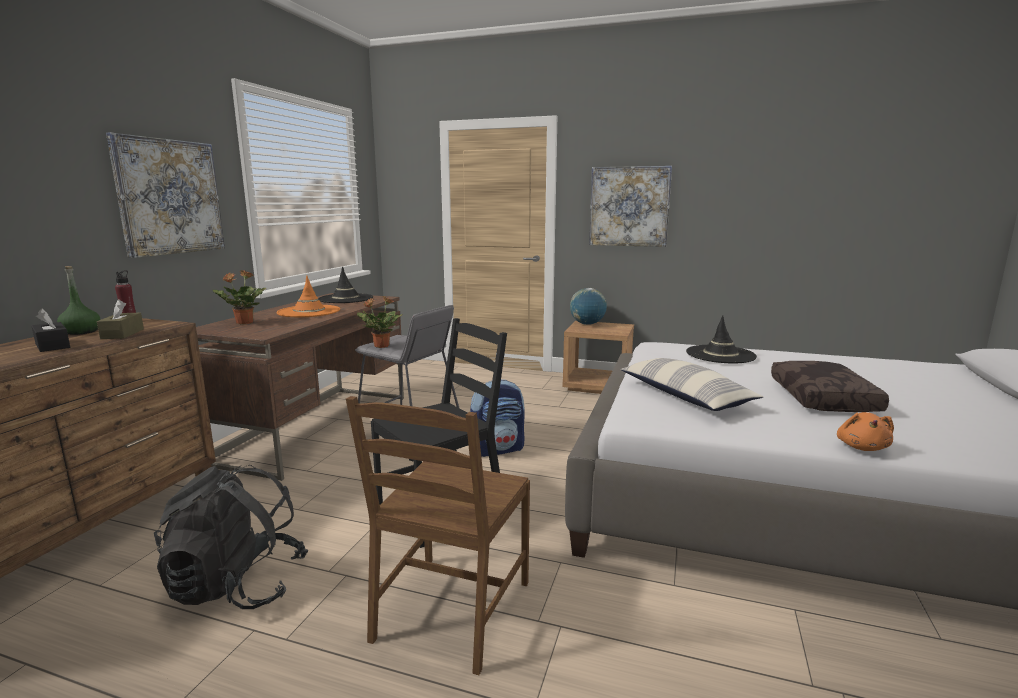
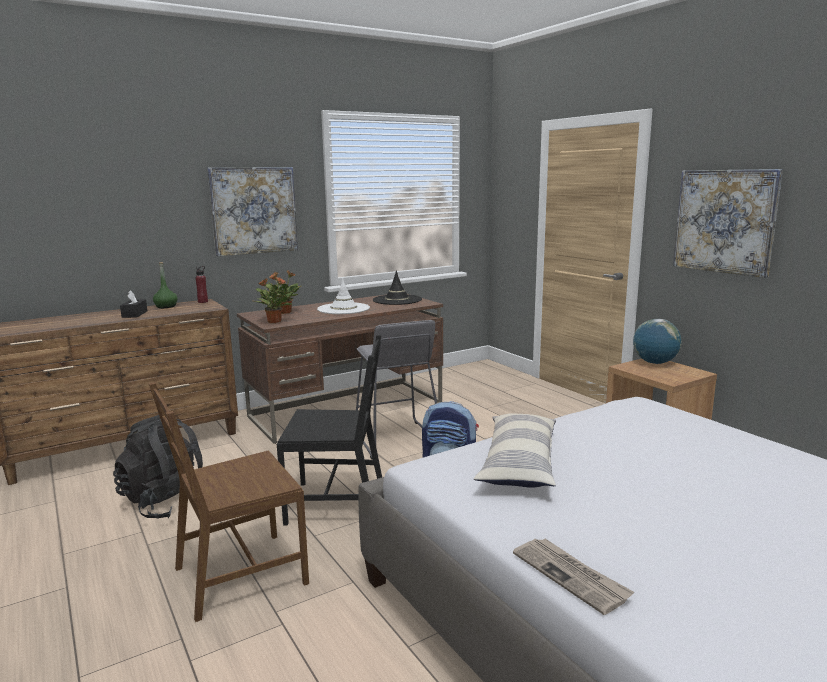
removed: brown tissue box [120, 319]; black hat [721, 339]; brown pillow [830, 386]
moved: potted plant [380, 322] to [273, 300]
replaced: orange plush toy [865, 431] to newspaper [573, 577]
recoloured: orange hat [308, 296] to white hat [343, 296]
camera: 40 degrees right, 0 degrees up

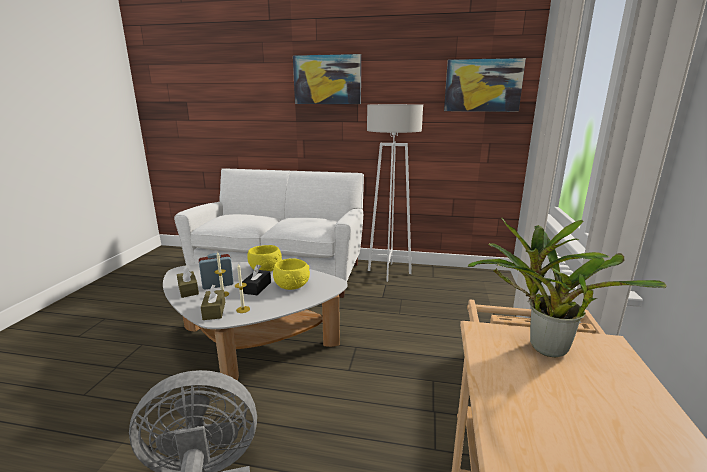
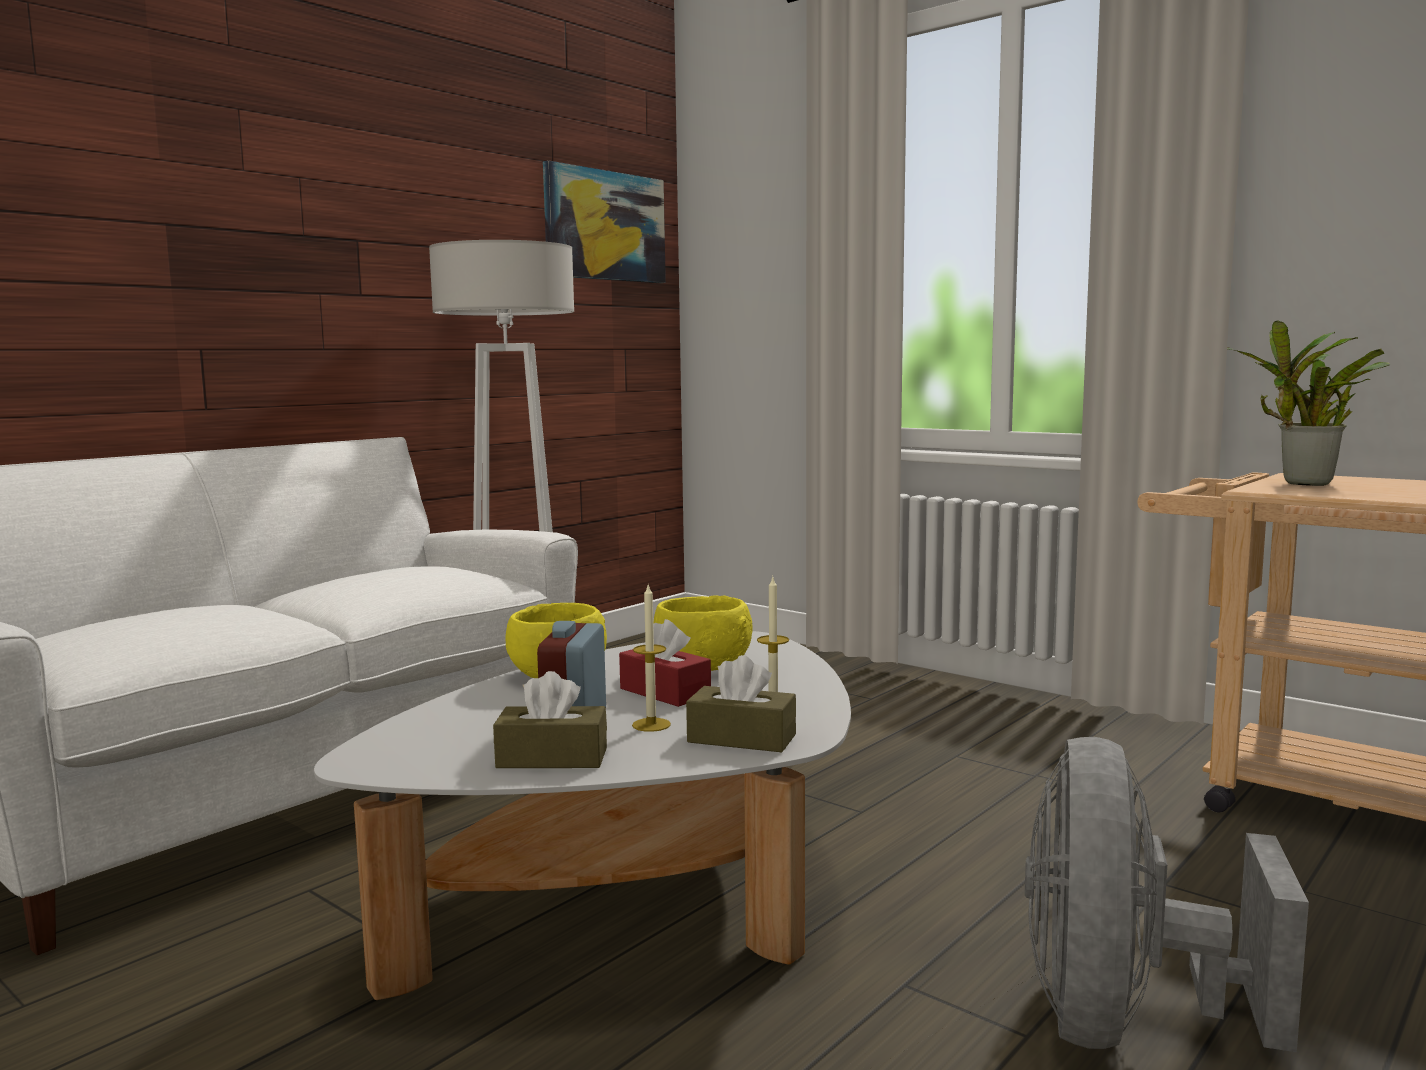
removed: picture [327, 79]
recoloured: black tissue box [256, 279] to red tissue box [665, 663]
camera: 60 degrees left, 10 degrees down

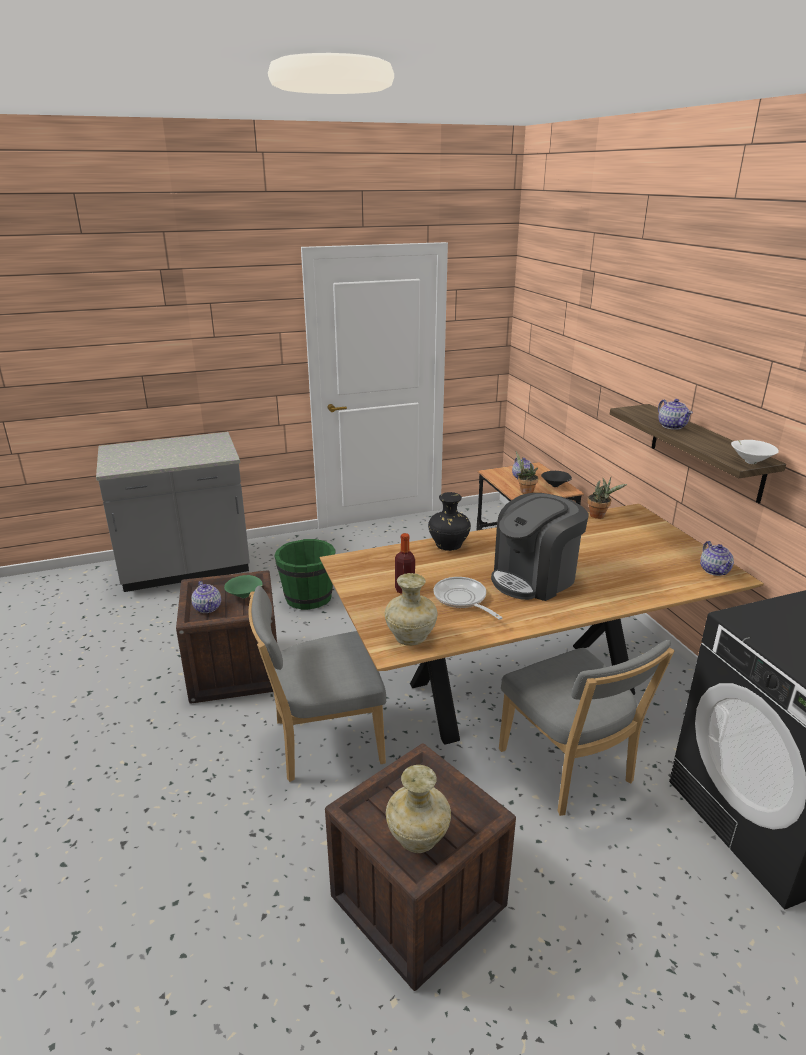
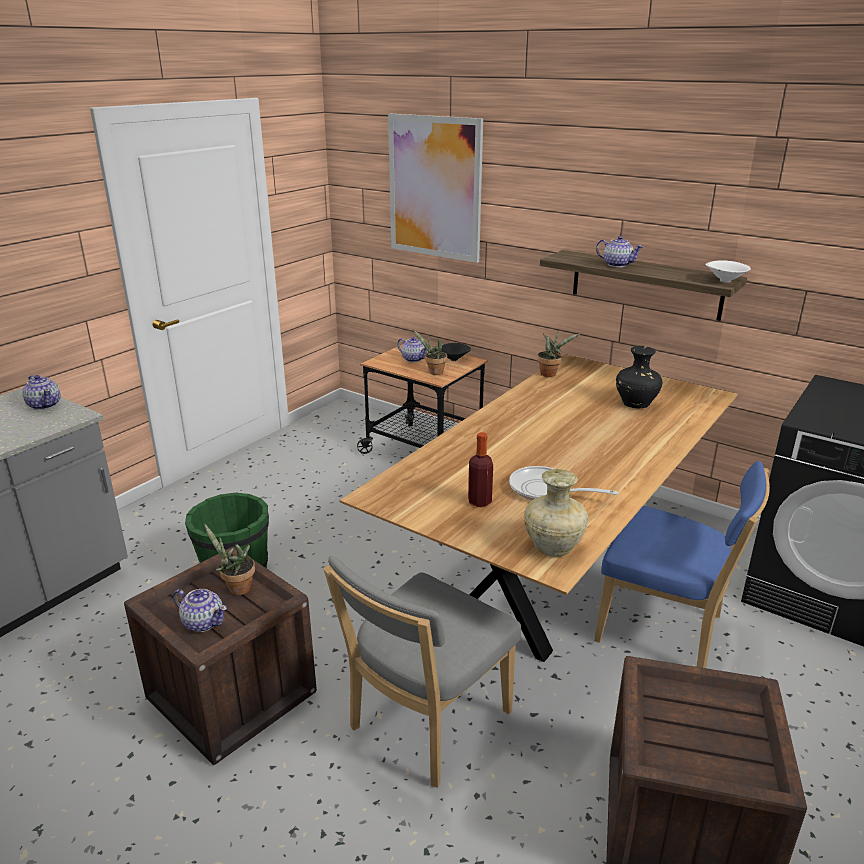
removed: coffee machine [540, 547]; beige vase [418, 809]
added: picture [435, 188]
moved: black vase [449, 521] to [639, 377]; teapot [717, 558] to [41, 392]
replaced: green bowl [243, 586] to potted plant [229, 559]
recoloured: grey chair [587, 728] to blue chair [682, 564]
camera: 35 degrees left, 0 degrees up

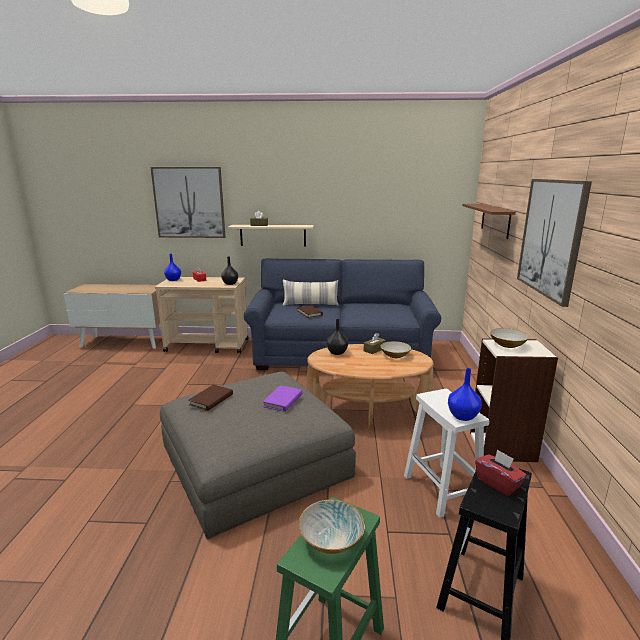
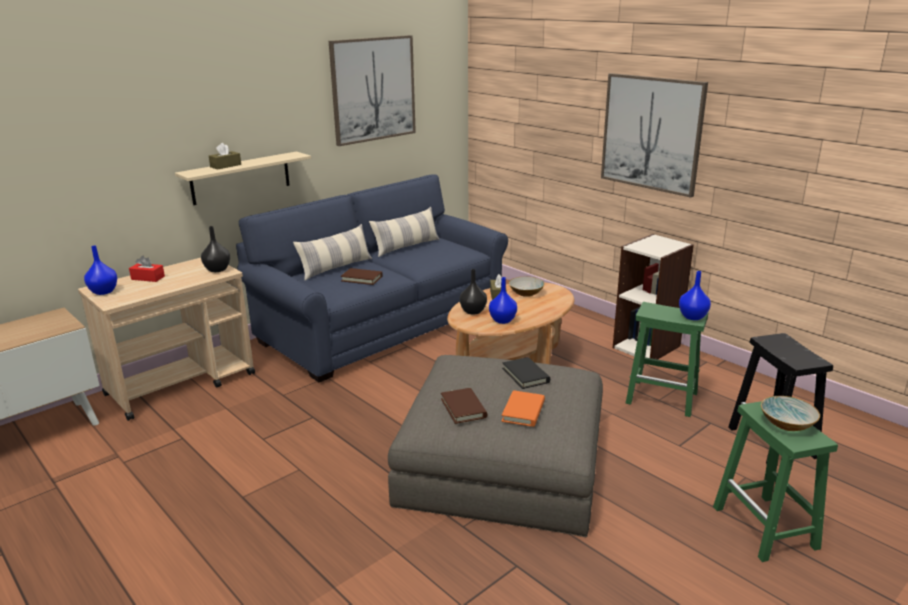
removed: brown shelf [489, 221]; bowl [509, 338]; red tissue box [501, 472]
added: pillow [404, 232]; blue vase [503, 300]; orange book [523, 408]
moved: picture [188, 202] to [372, 90]
recoloured: purple book [282, 398] to black book [526, 373]; white stool [446, 453] to green stool [667, 359]
camera: 45 degrees left, 5 degrees up

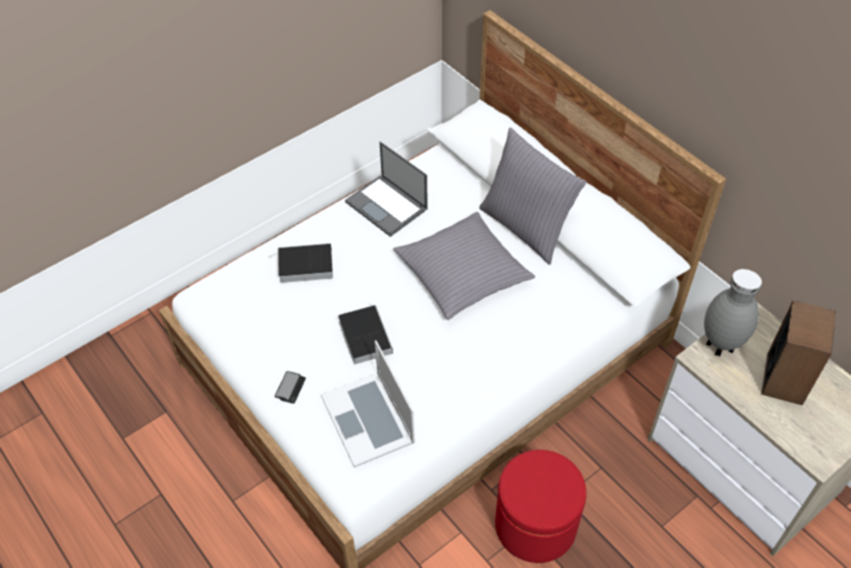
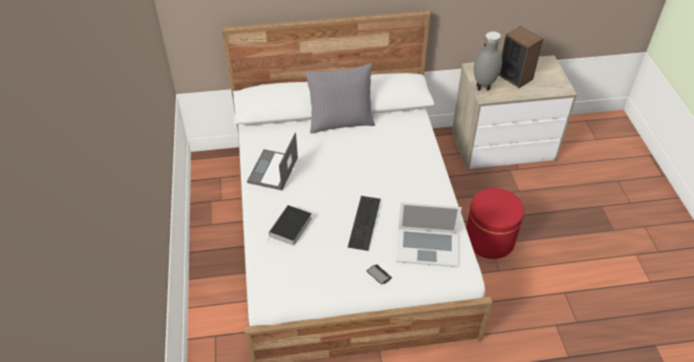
removed: grey pillow [464, 266]
replaced: book [365, 334] to keyboard [364, 223]
turned: laptop [386, 189] = [272, 161] 120 degrees clockwise
camera: 60 degrees left, 5 degrees down

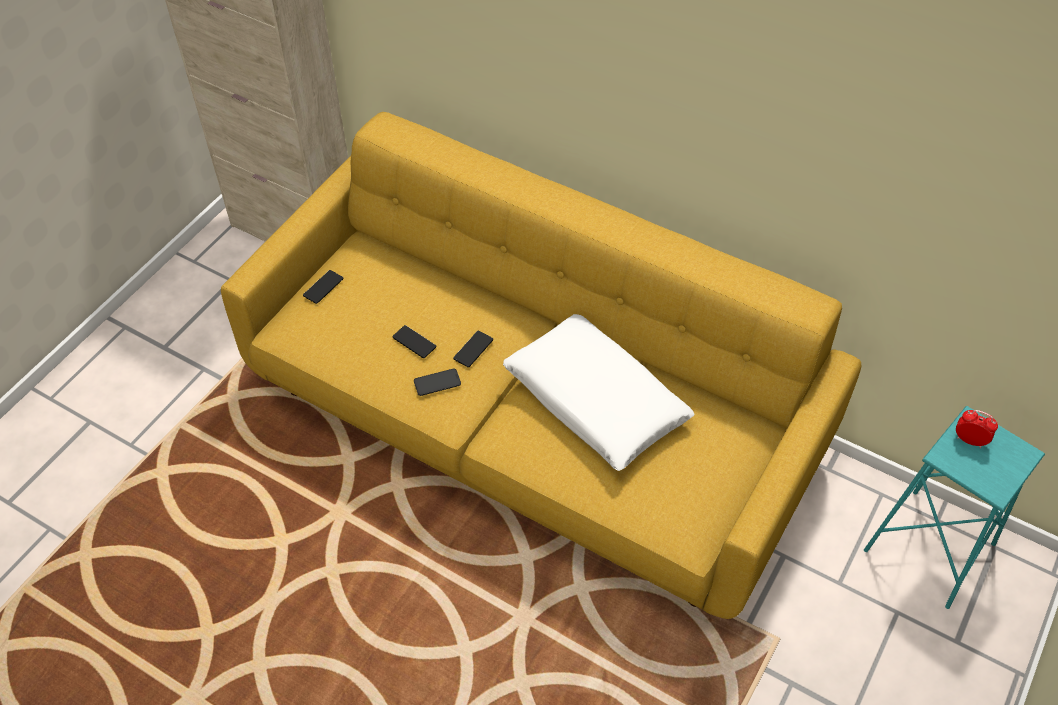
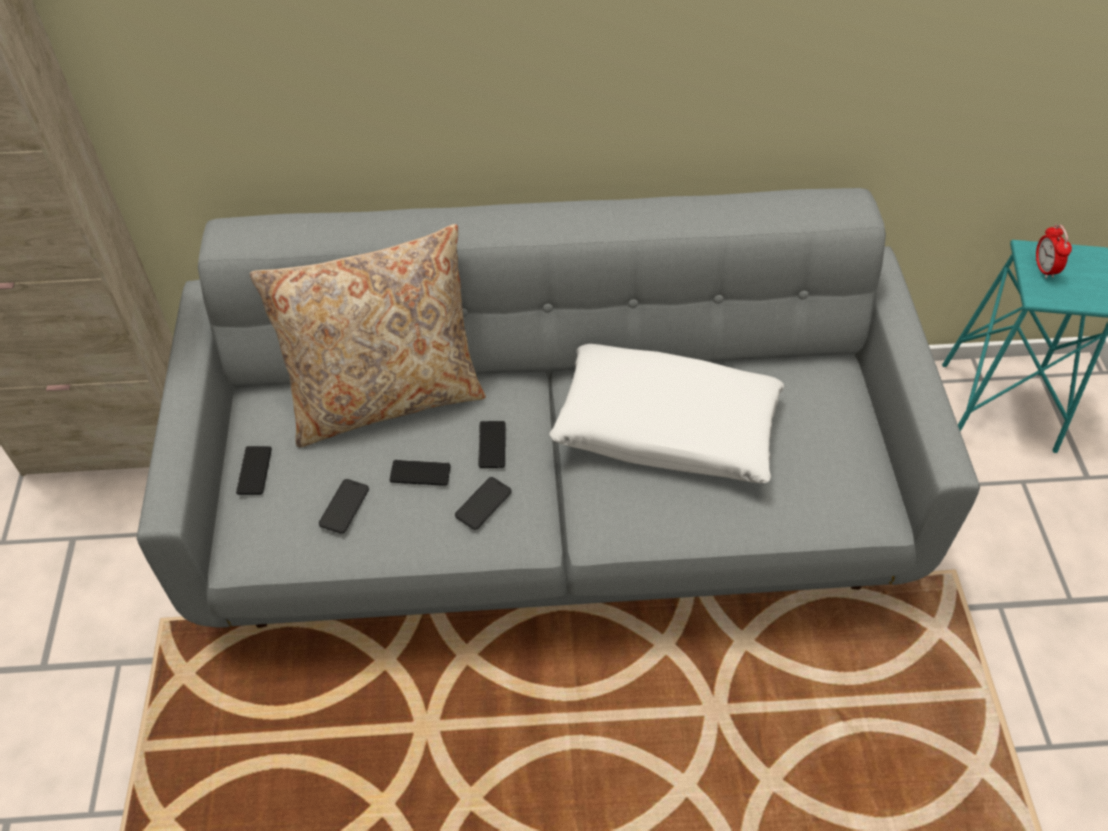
added: beige pillow [368, 336]; phone [344, 506]
recoloured: yellow sofa [541, 365] to grey sofa [558, 408]
turned: alarm clock [977, 429] = [1053, 251] 90 degrees counterclockwise
camera: 35 degrees left, 0 degrees up

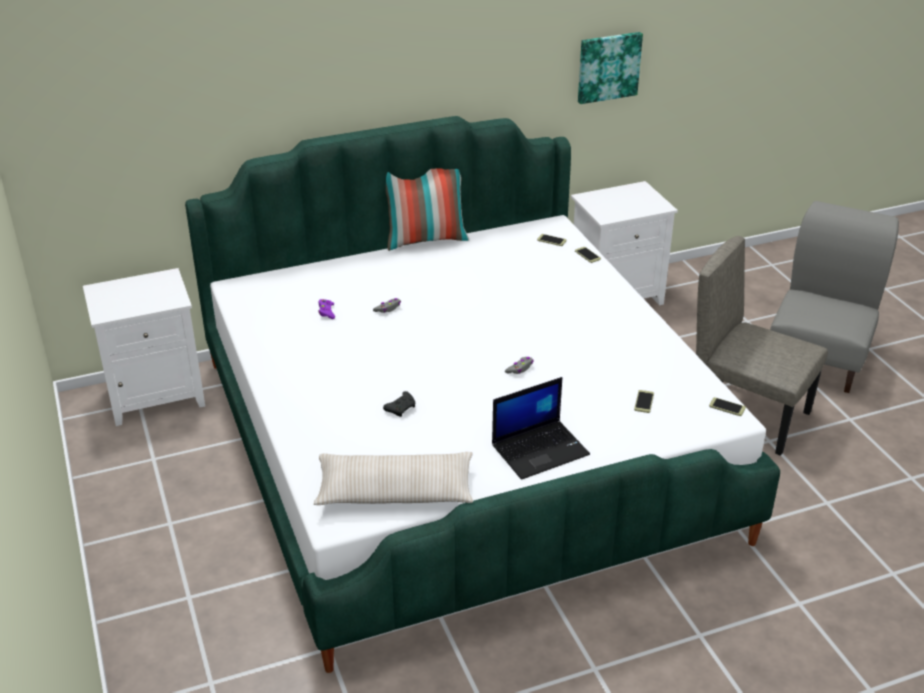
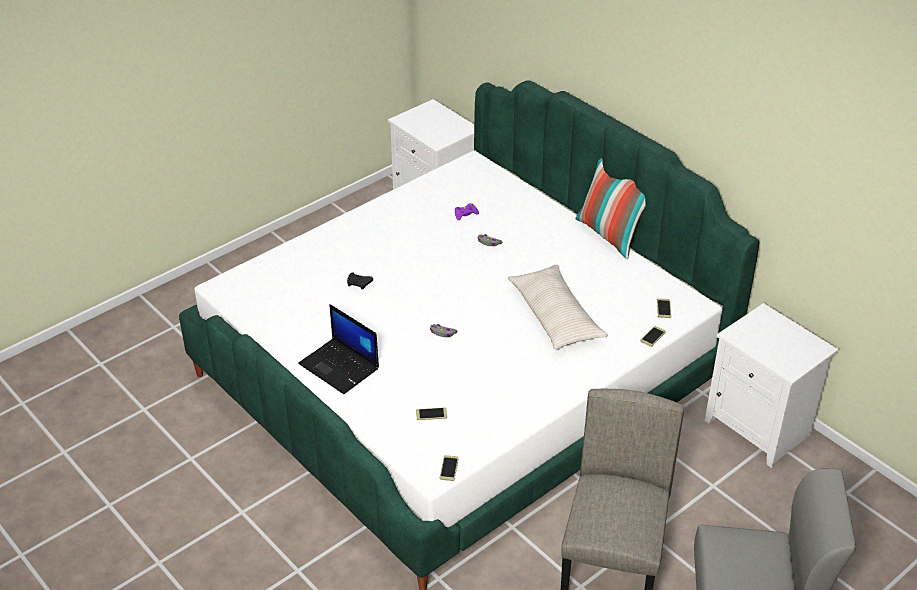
removed: picture [610, 68]
moved: beige pillow [393, 478] to [558, 307]
camera: 70 degrees right, 5 degrees up

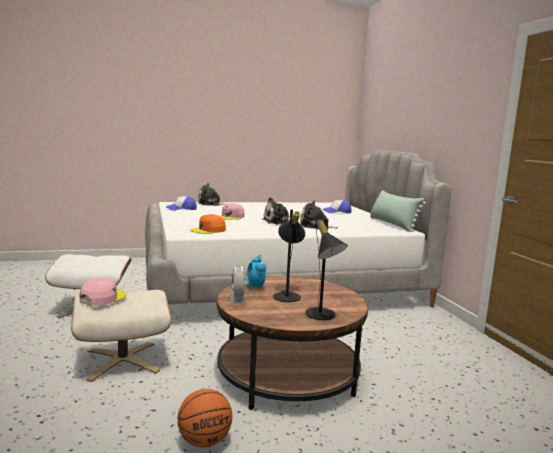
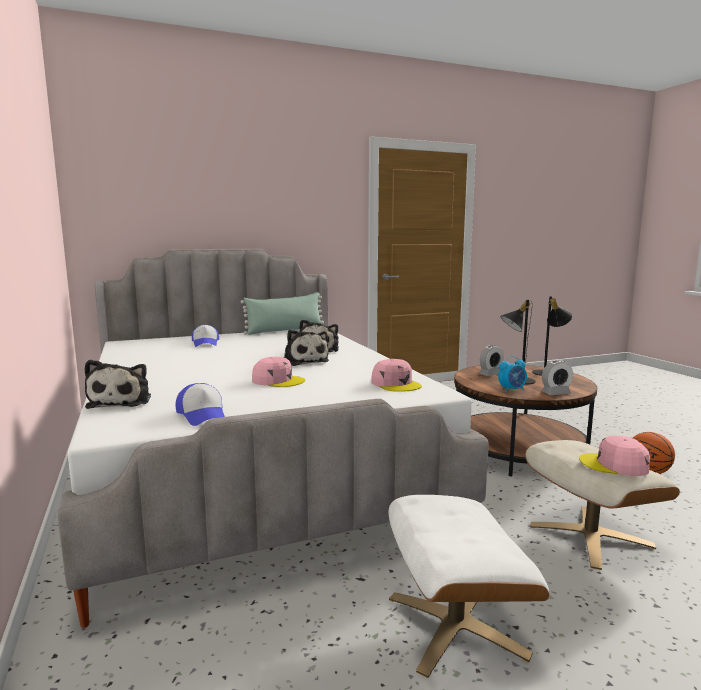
added: alarm clock [491, 360]
recoloured: orange cap [208, 224] to pink cap [396, 375]
camera: 95 degrees left, 0 degrees up

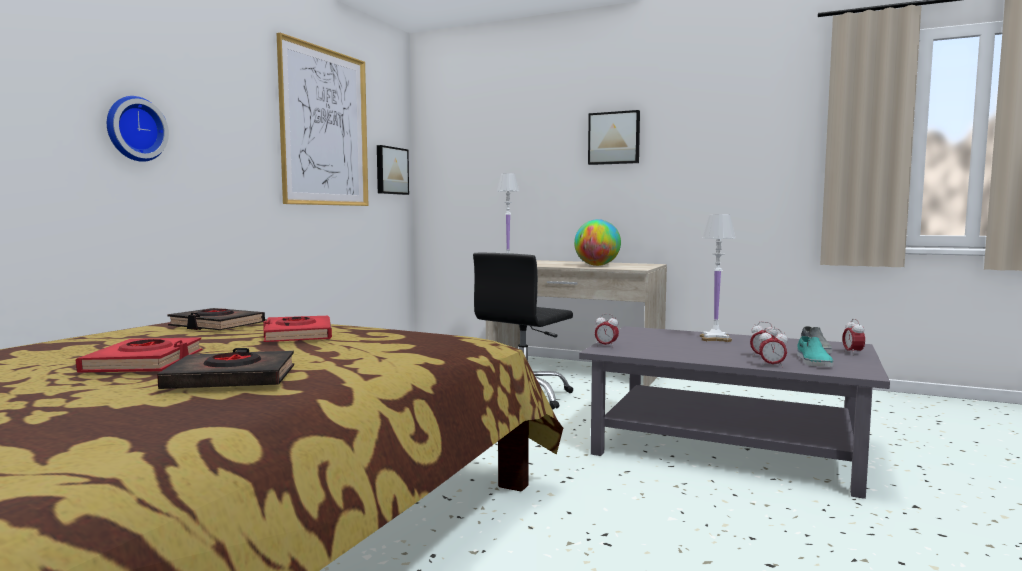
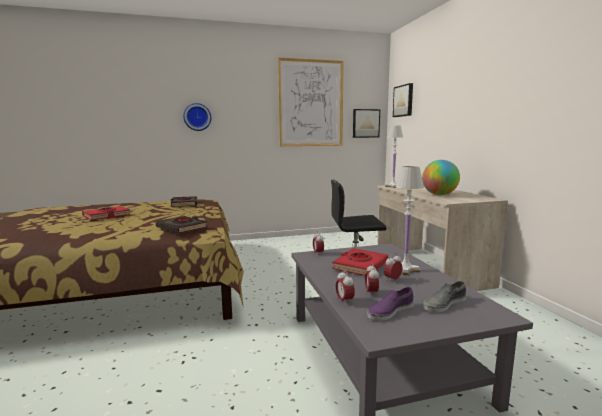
moved: picture [614, 137] to [403, 100]; red book [297, 329] to [360, 262]; alarm clock [853, 337] to [393, 266]; black book [225, 368] to [181, 225]
recoloured: turquoise shoe [815, 351] to purple shoe [390, 304]
camera: 50 degrees right, 5 degrees up

